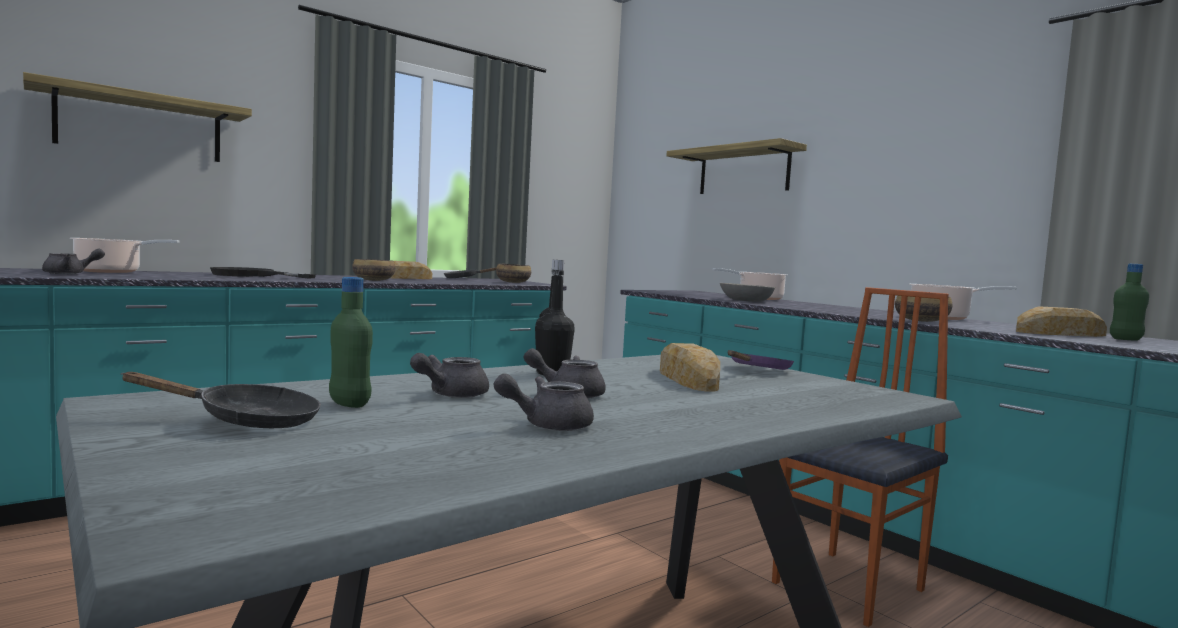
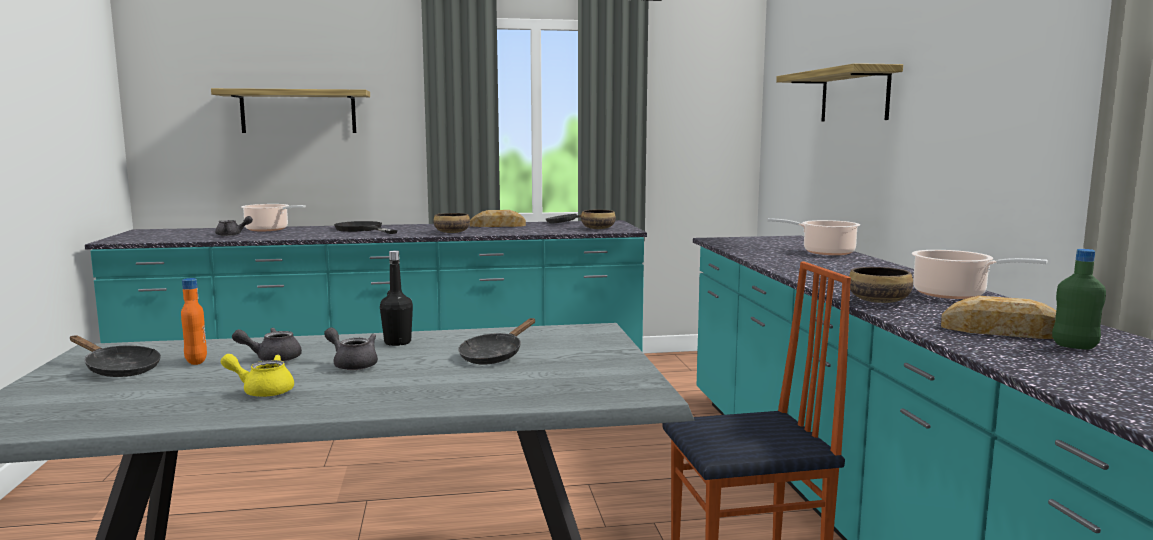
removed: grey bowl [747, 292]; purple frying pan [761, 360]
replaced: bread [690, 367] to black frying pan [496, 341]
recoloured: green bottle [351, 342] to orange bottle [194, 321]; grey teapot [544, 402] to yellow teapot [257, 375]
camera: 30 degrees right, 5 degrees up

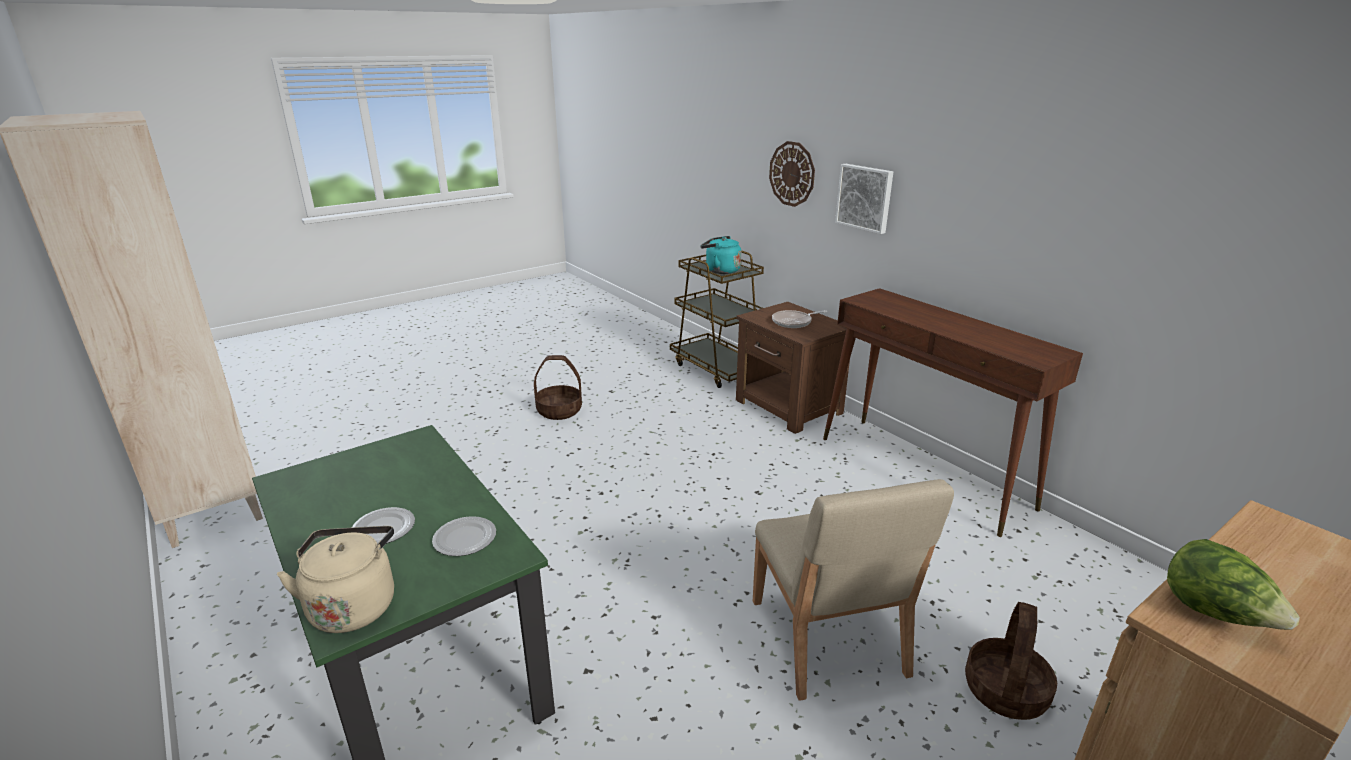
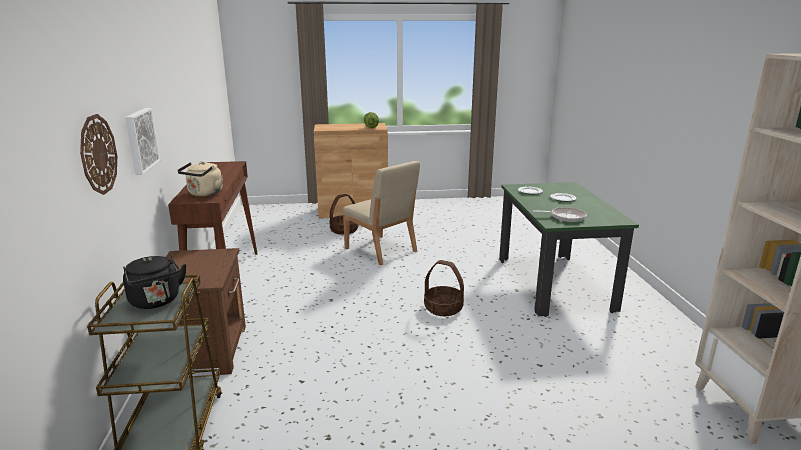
moved: frying pan [799, 319] to [560, 214]; basket [558, 387] to [444, 288]; beige kettle [335, 579] to [200, 179]
recoloured: turquoise kettle [720, 255] to black kettle [155, 282]
turned: beige chair [853, 590] = [381, 213] 120 degrees clockwise
camera: 150 degrees left, 5 degrees down

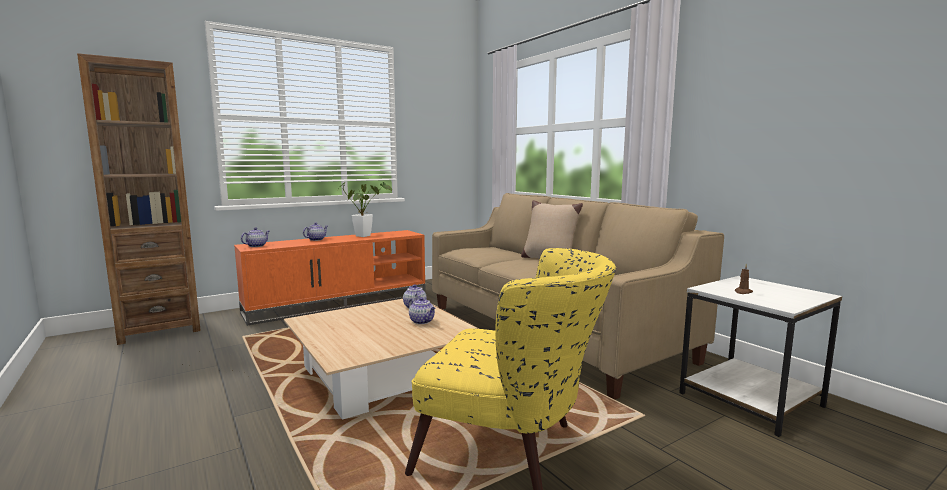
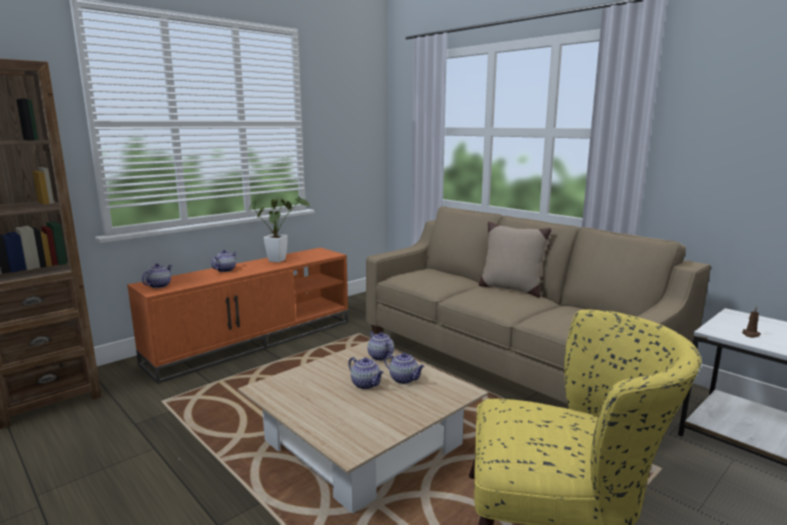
added: teapot [366, 373]
camera: 10 degrees left, 5 degrees up

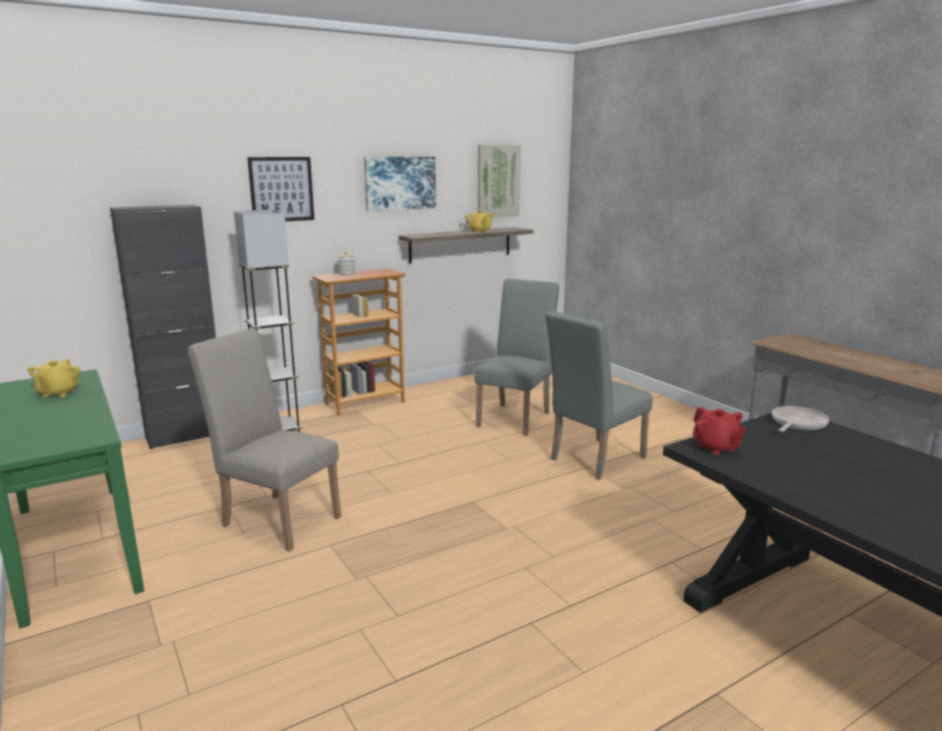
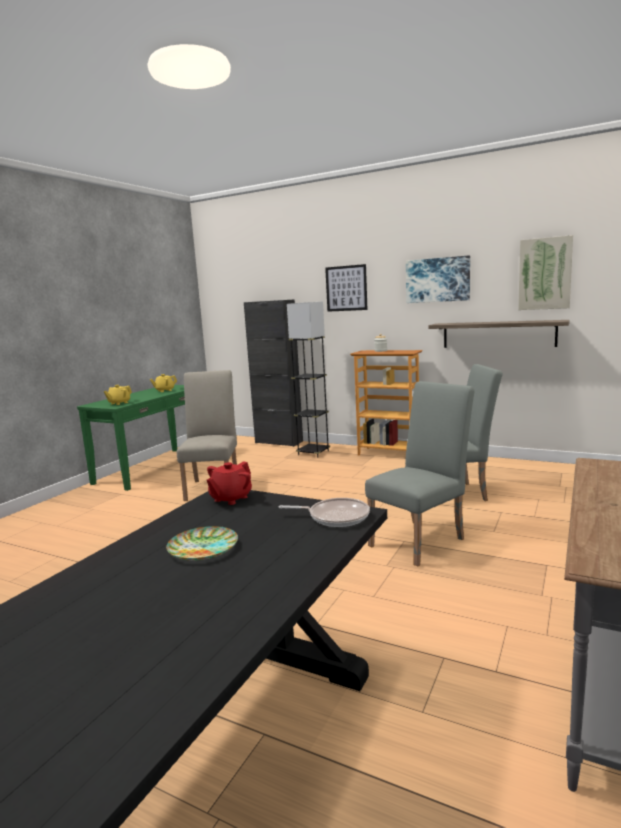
added: plate [202, 543]
moved: yellow teapot [479, 221] to [118, 395]
turned: grey chair [599, 395] = [419, 474] 120 degrees clockwise
camera: 60 degrees right, 5 degrees down

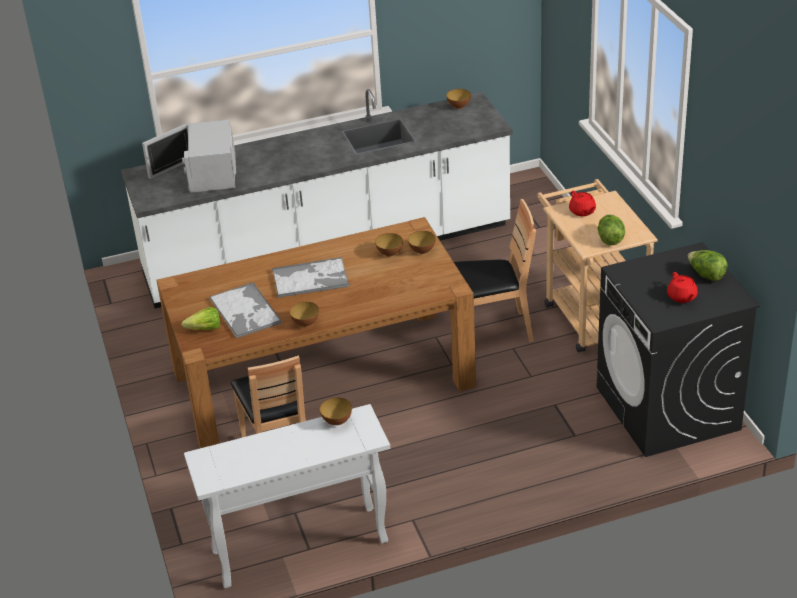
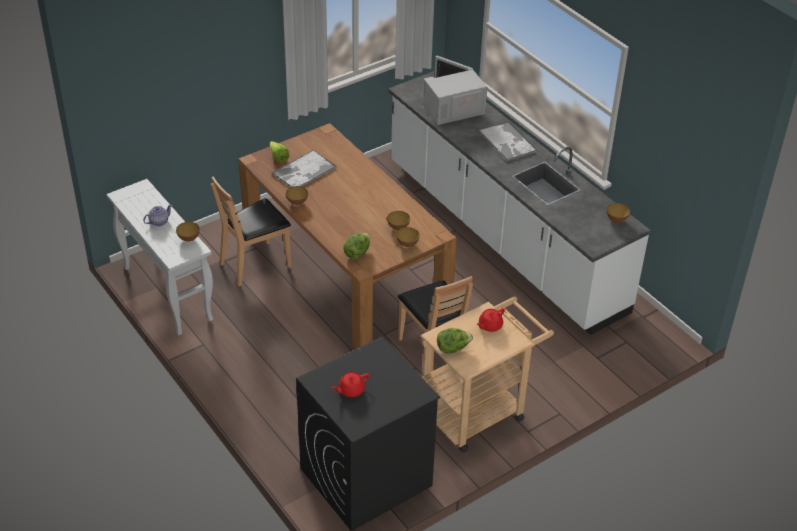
added: teapot [157, 215]
moved: lettuce [708, 265] to [356, 246]; tray [310, 277] to [508, 141]
camera: 70 degrees right, 5 degrees up

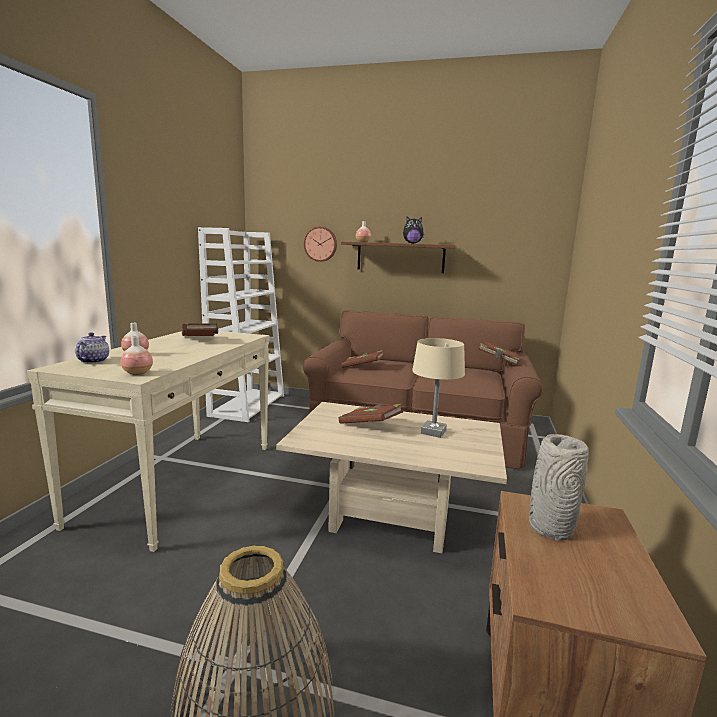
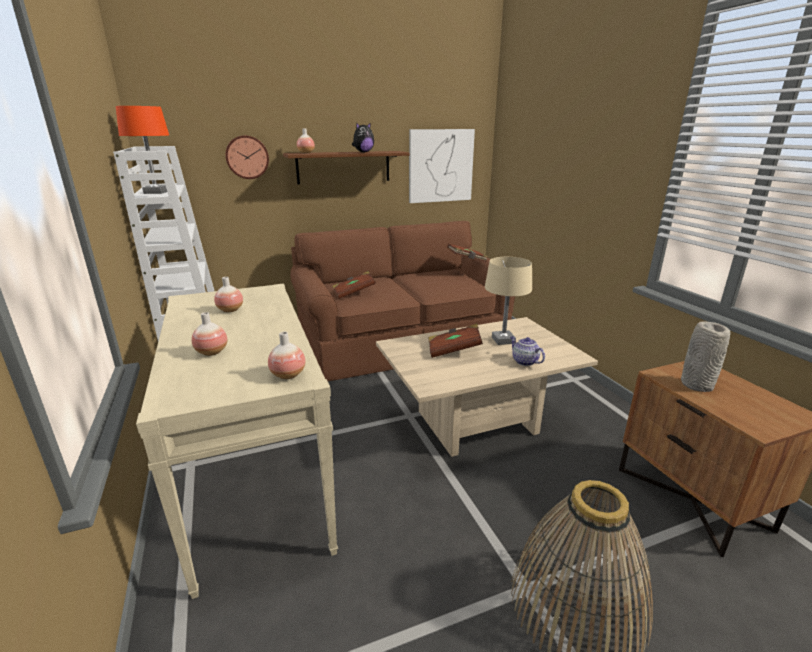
added: orange table lamp [142, 150]; picture [442, 166]
moved: teapot [92, 348] to [527, 351]
replaced: brown book [200, 329] to vase [228, 294]
camera: 35 degrees left, 10 degrees up

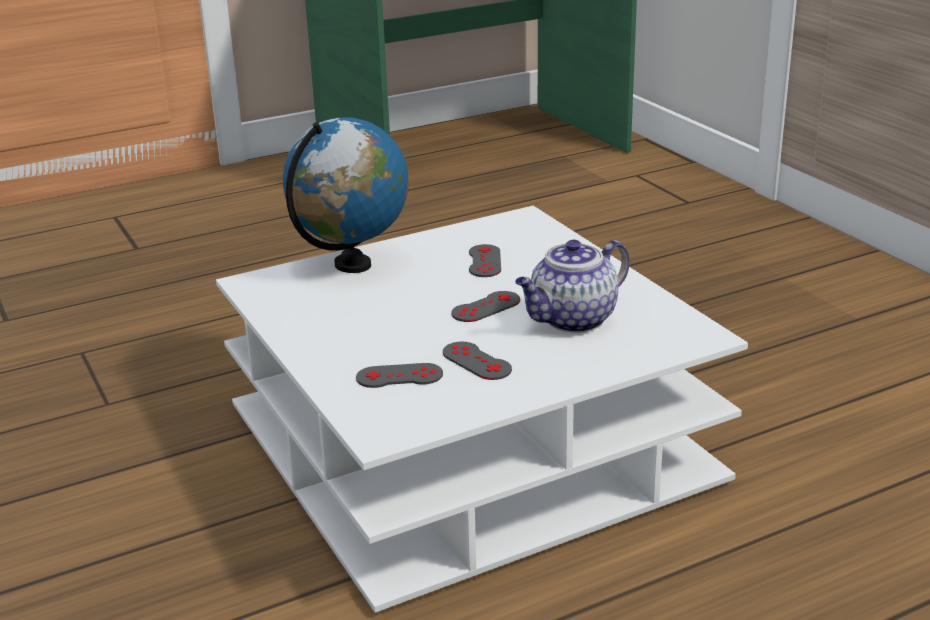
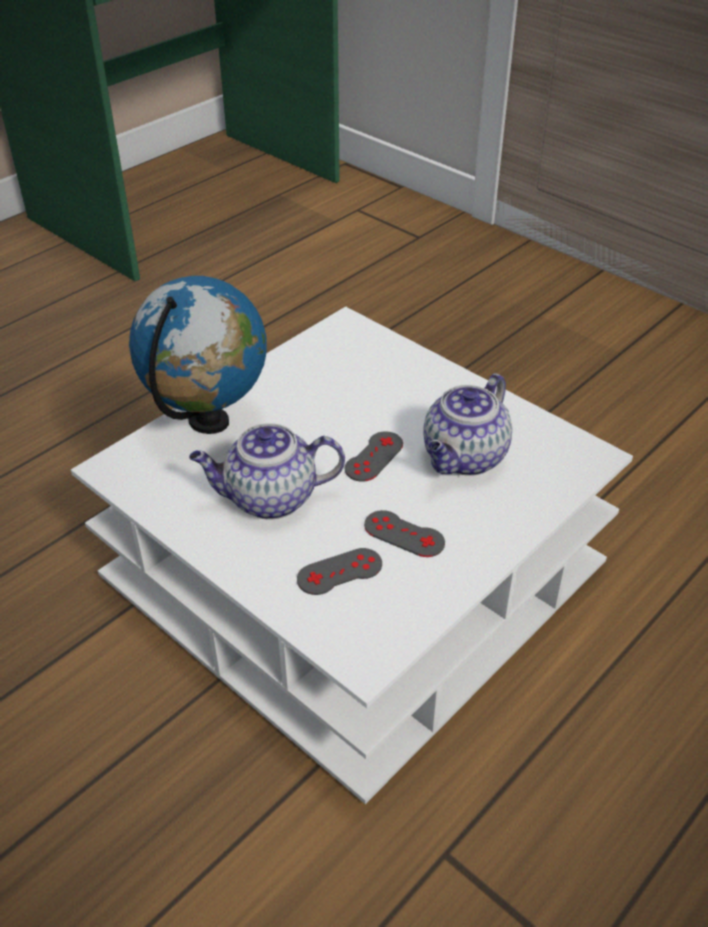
removed: grey game controller [485, 260]
added: teapot [267, 471]
camera: 20 degrees left, 15 degrees up

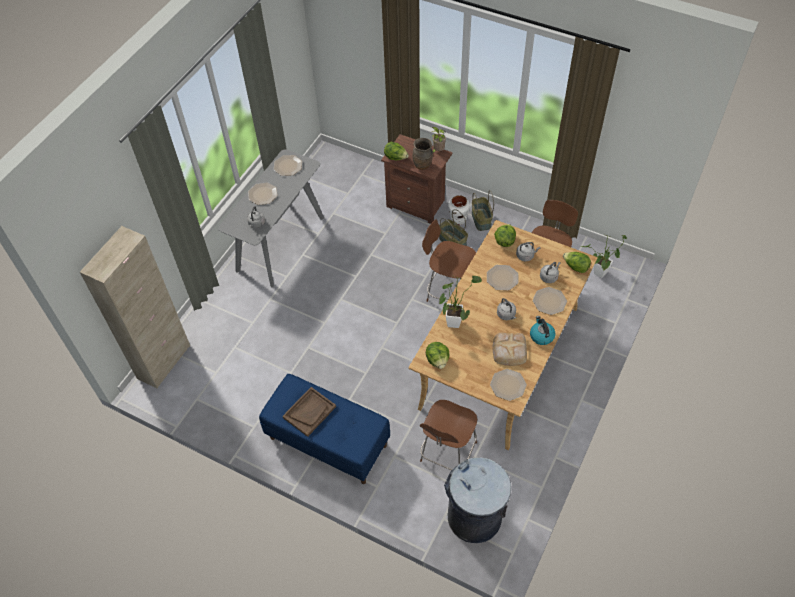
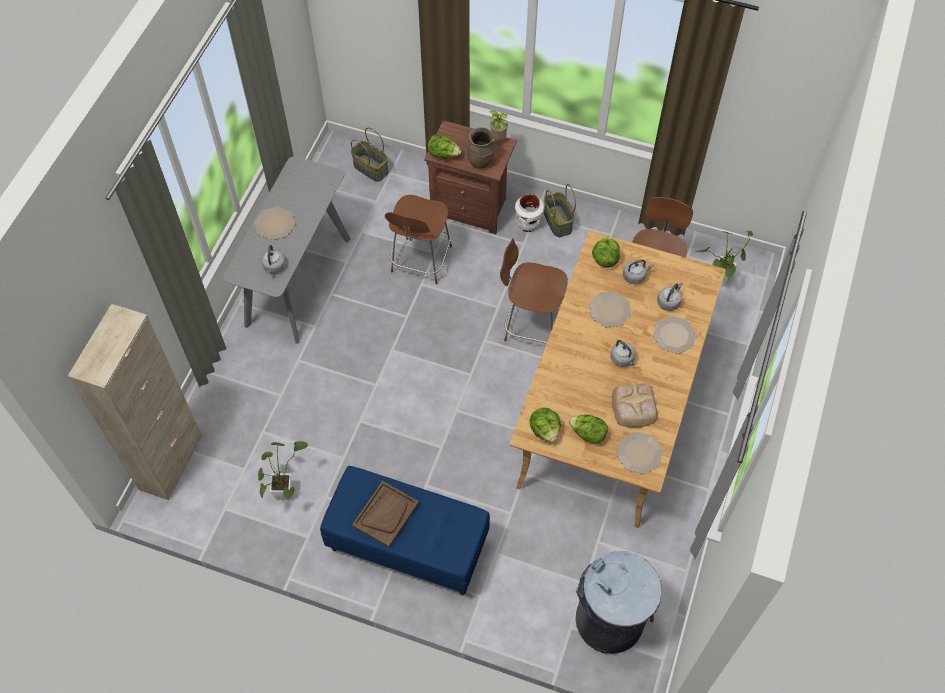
removed: plate [288, 165]; kettle [542, 330]
moved: basket [453, 227] to [370, 154]; lettuce [577, 262] to [587, 429]; potted plant [460, 302] to [283, 471]; brown chair [448, 435] to [418, 239]
camera: 10 degrees left, 5 degrees up

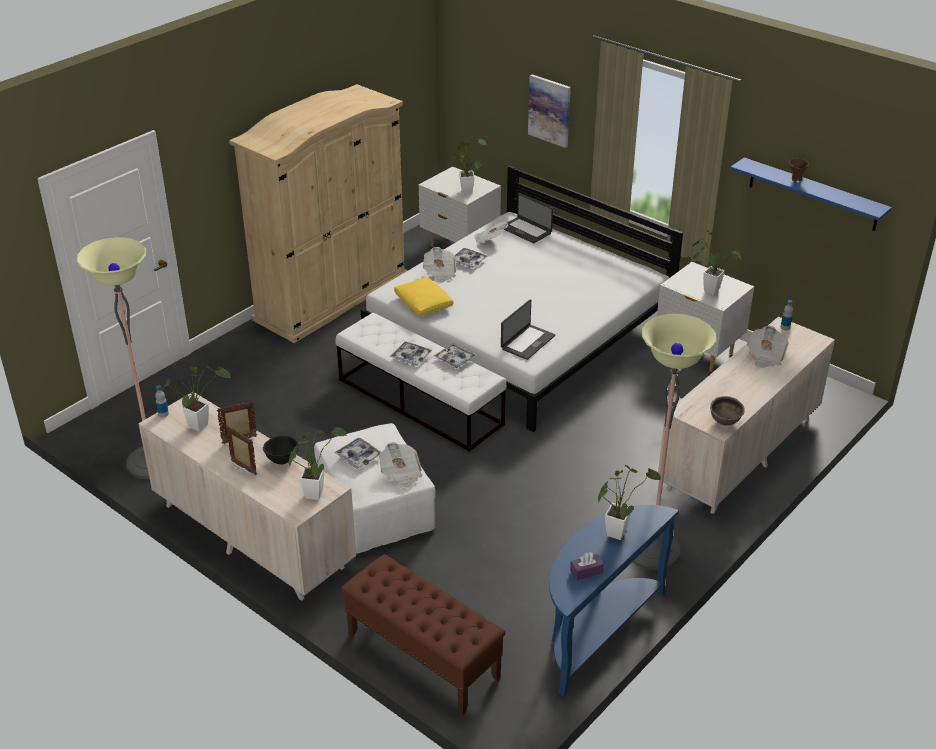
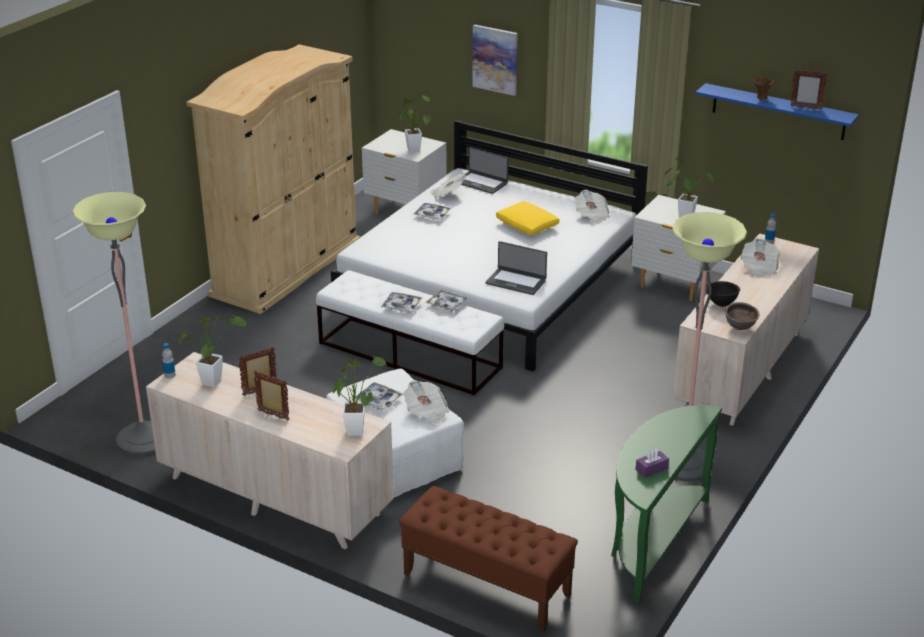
removed: potted plant [629, 502]
added: picture frame [809, 89]
moved: newspaper [439, 265] to [592, 207]; yellow pillow [423, 296] to [527, 218]; black bowl [281, 450] to [723, 294]
recoloured: blue console table [614, 601] to green console table [666, 504]
turned: laptop [528, 330] = [516, 268] 90 degrees clockwise
camera: 10 degrees left, 5 degrees down

